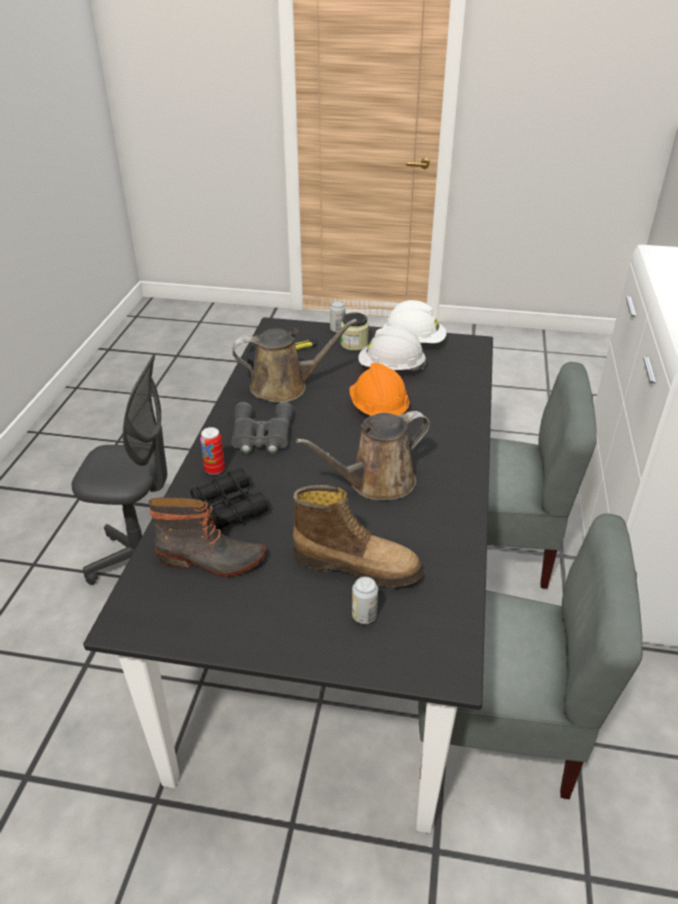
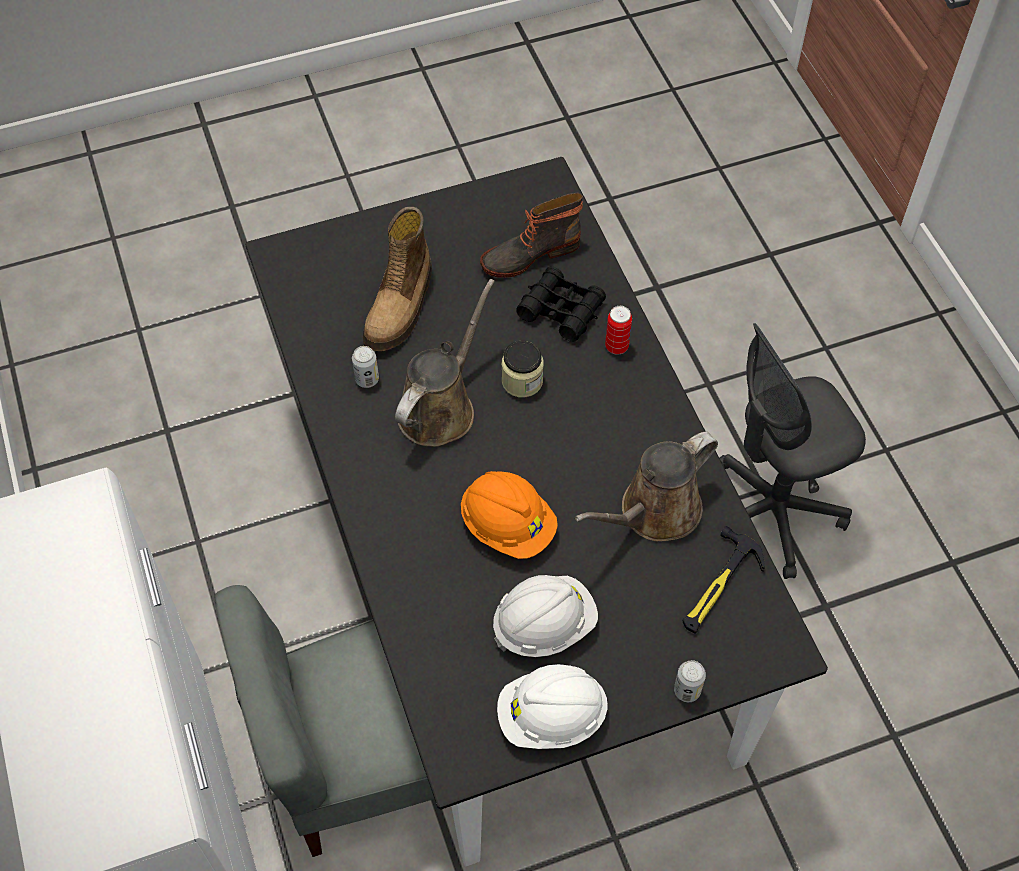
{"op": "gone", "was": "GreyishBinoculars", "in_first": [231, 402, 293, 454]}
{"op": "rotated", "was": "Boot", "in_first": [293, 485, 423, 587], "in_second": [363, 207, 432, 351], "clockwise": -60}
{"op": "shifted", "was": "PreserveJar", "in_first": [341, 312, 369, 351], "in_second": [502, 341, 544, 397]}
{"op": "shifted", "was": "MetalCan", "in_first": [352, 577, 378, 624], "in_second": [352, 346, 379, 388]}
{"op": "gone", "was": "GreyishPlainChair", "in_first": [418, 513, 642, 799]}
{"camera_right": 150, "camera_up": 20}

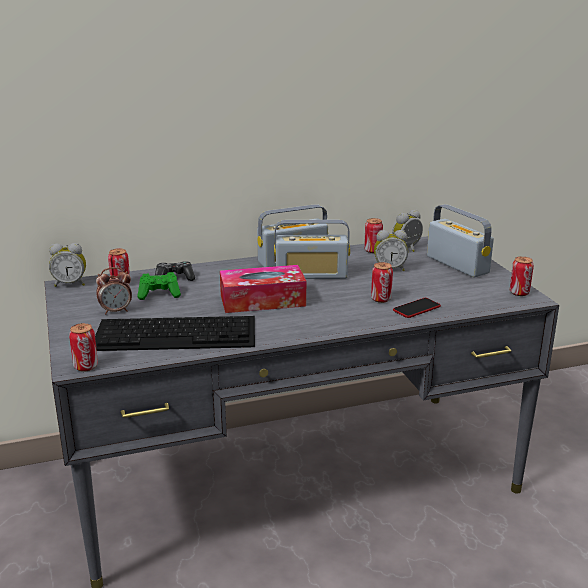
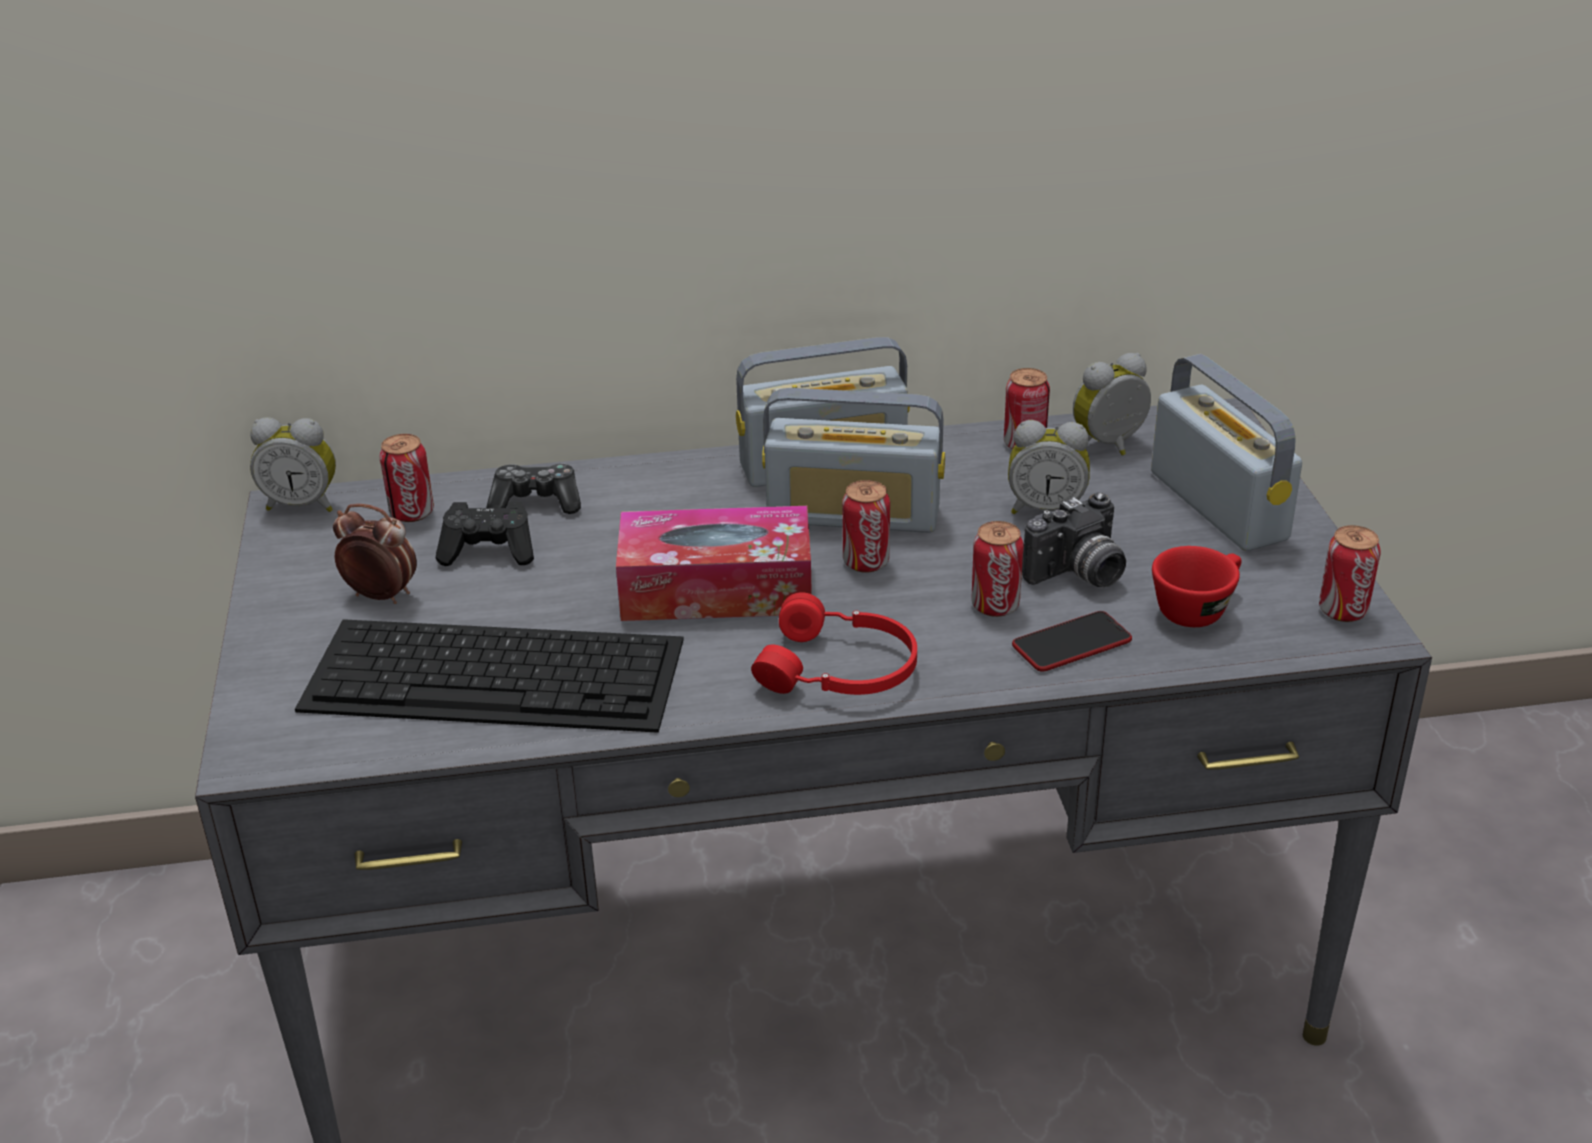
{"op": "shifted", "was": "MetalCan", "in_first": [69, 323, 98, 372], "in_second": [842, 480, 890, 573]}
{"op": "rotated", "was": "TableClock", "in_first": [96, 267, 132, 315], "in_second": [333, 504, 417, 604], "clockwise": -150}
{"op": "repainted", "was": "GreenishGamepad", "now": "BlackColouredGamepad", "in_first": [137, 272, 181, 300], "in_second": [436, 502, 534, 566]}
{"op": "new", "now": "ReddishHeadset", "in_second": [751, 592, 917, 695]}
{"op": "new", "now": "PhotoCamera", "in_second": [1022, 493, 1126, 587]}
{"op": "new", "now": "ReddishCup", "in_second": [1152, 546, 1242, 627]}
{"camera_right": 10, "camera_up": 10}

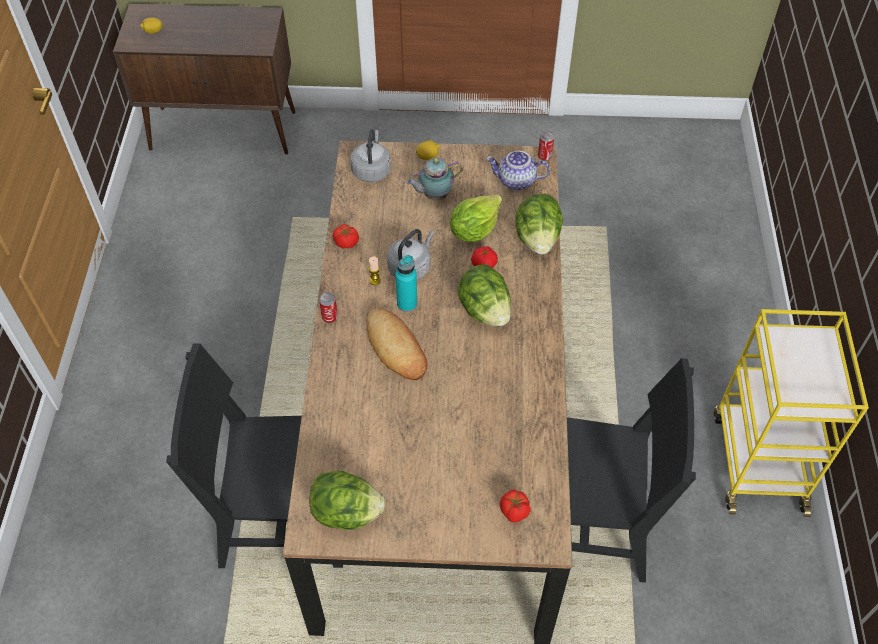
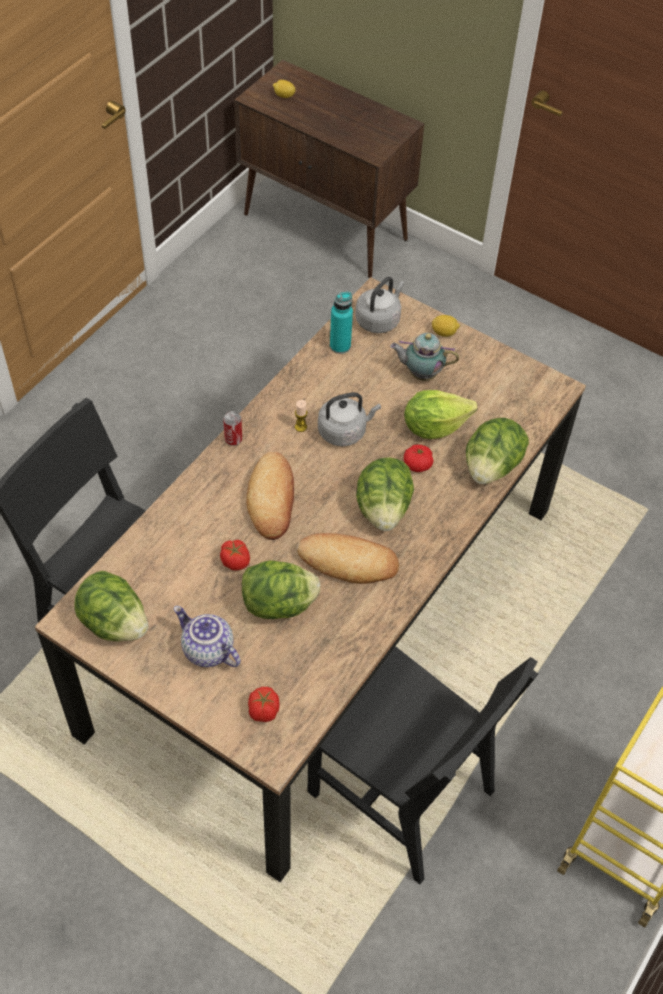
{"op": "shifted", "was": "WholeTomato", "in_first": [333, 224, 359, 249], "in_second": [220, 540, 250, 570]}
{"op": "shifted", "was": "TurquoiseBottle", "in_first": [395, 255, 417, 312], "in_second": [330, 292, 353, 354]}
{"op": "shifted", "was": "Teapot", "in_first": [486, 151, 550, 190], "in_second": [174, 606, 241, 667]}
{"op": "gone", "was": "MetalCan", "in_first": [538, 131, 554, 161]}
{"op": "new", "now": "HeadOfLettuce", "in_second": [242, 560, 320, 619]}
{"op": "new", "now": "BakedBread", "in_second": [297, 533, 399, 584]}
{"camera_right": 30, "camera_up": 0}

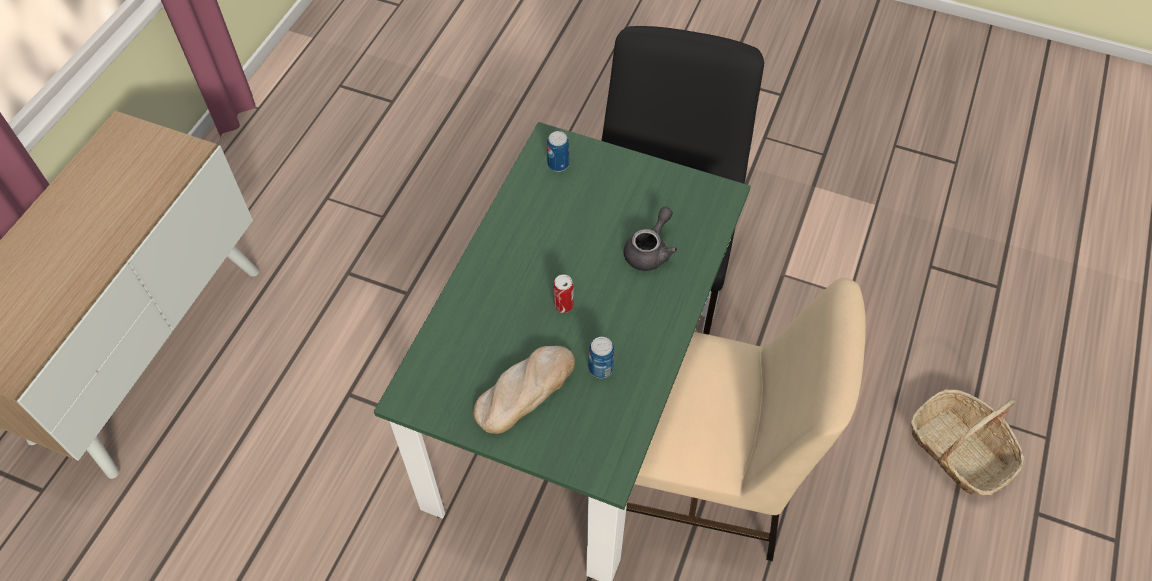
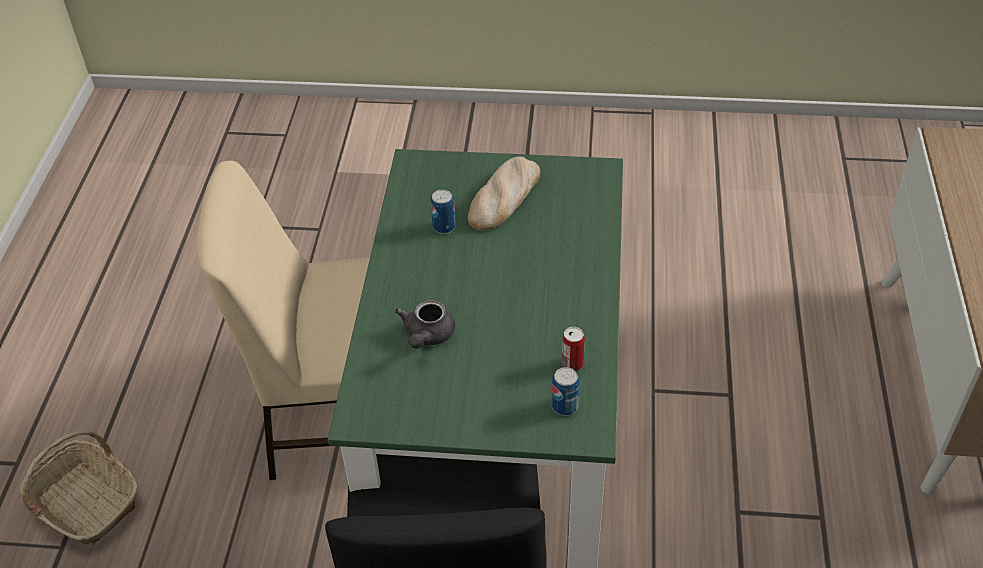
{"op": "shifted", "was": "MetalCan", "in_first": [553, 275, 574, 313], "in_second": [562, 327, 585, 371]}
{"camera_right": 165, "camera_up": -10}

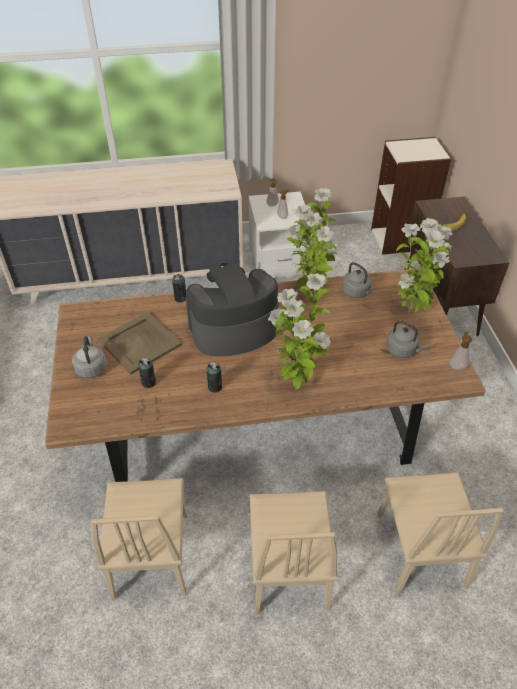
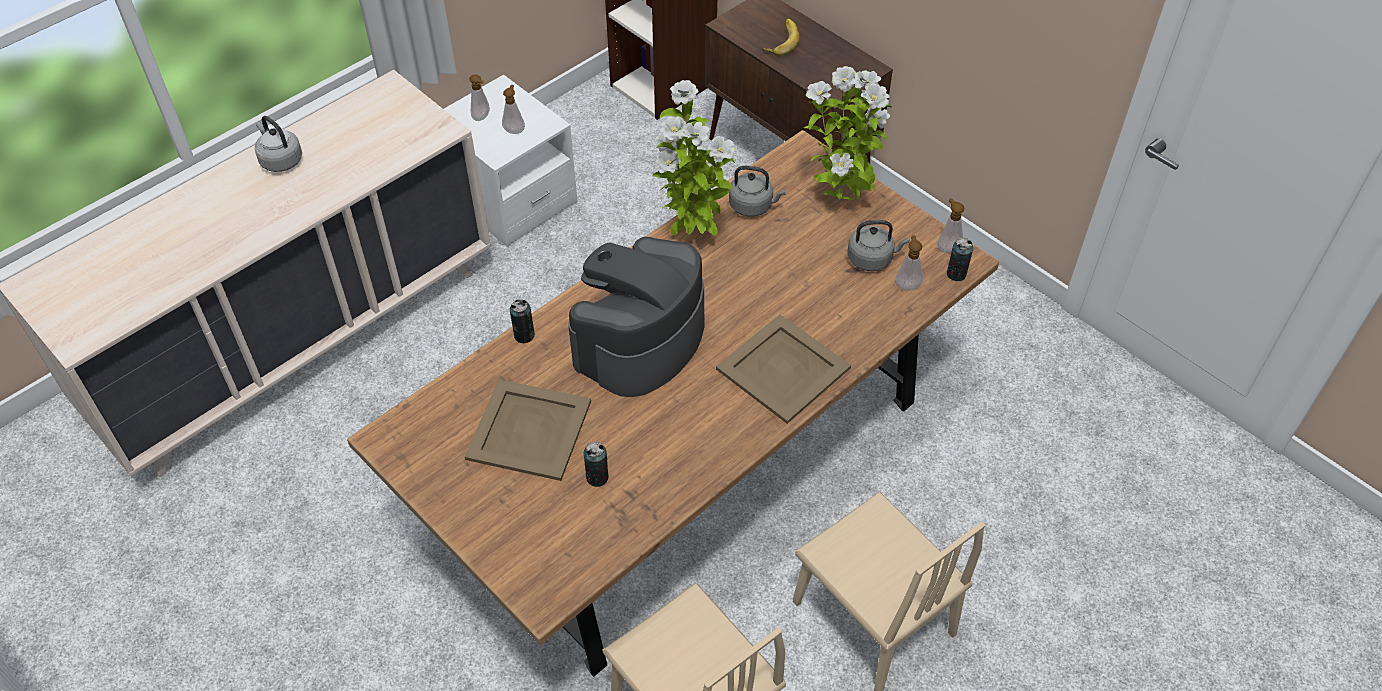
{"op": "shifted", "was": "GreyishWaterKettle", "in_first": [72, 336, 107, 378], "in_second": [255, 116, 302, 172]}
{"op": "shifted", "was": "MetalCan", "in_first": [207, 362, 222, 393], "in_second": [947, 238, 973, 281]}
{"op": "swapped", "was": "PottedPlant", "now": "SandColouredServingTray", "in_first": [268, 273, 331, 389], "in_second": [716, 315, 851, 424]}
{"op": "gone", "was": "SandColouredPlainChair", "in_first": [378, 472, 504, 594]}
{"op": "new", "now": "SoapDispenser", "in_second": [895, 235, 923, 291]}
{"camera_right": -35, "camera_up": 5}

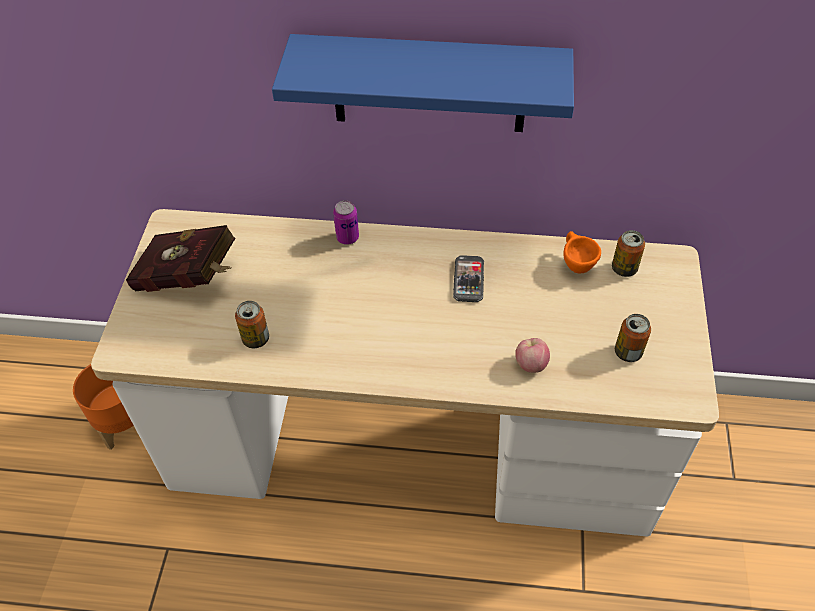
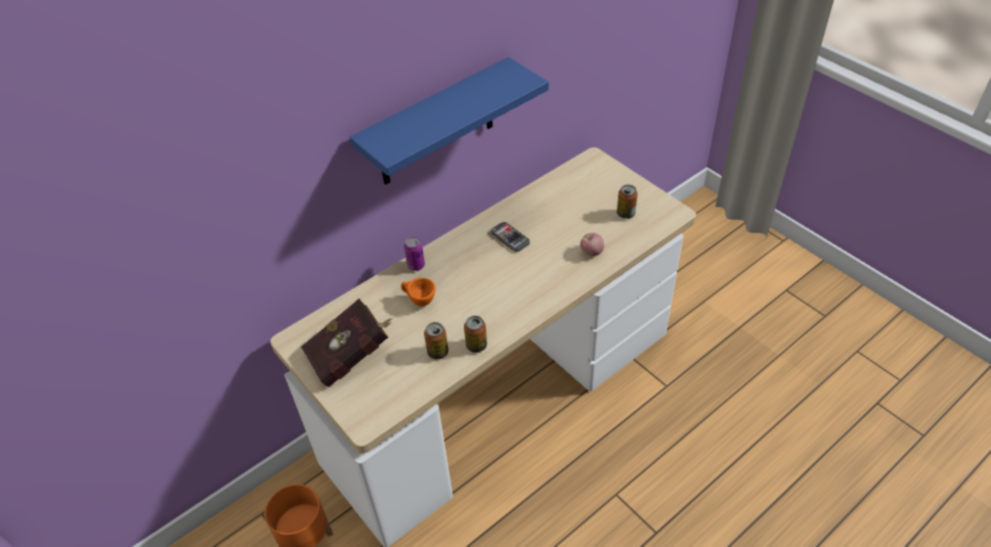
{"op": "shifted", "was": "OrangeCup", "in_first": [563, 231, 601, 273], "in_second": [401, 278, 435, 306]}
{"op": "shifted", "was": "MetalCan", "in_first": [612, 230, 645, 277], "in_second": [464, 316, 487, 353]}
{"camera_right": -45, "camera_up": -5}

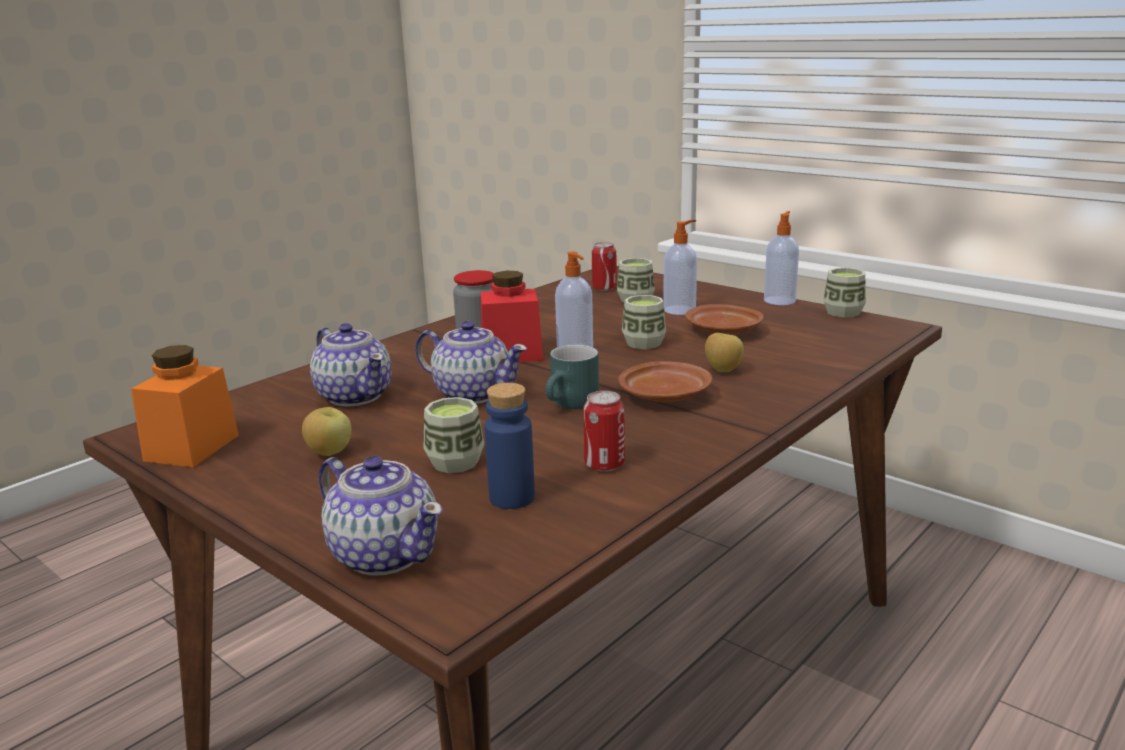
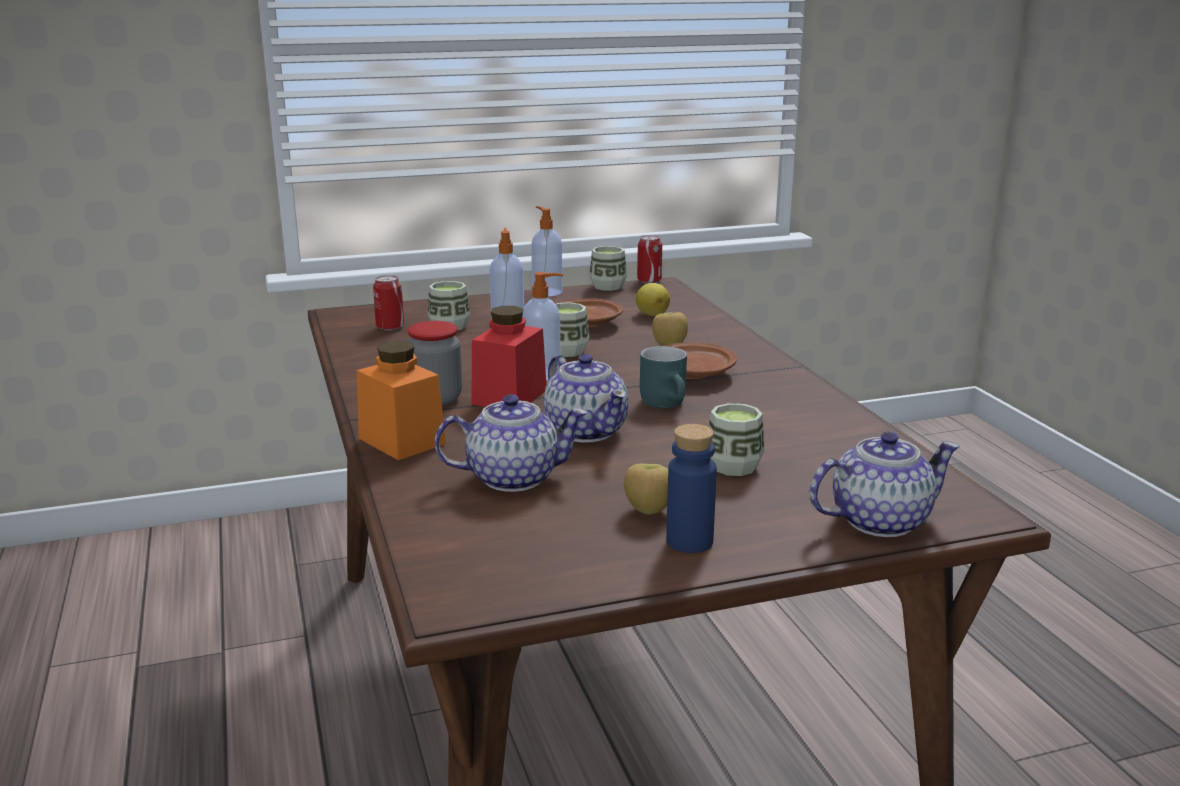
{"op": "shifted", "was": "OrangePreserveJar", "in_first": [131, 345, 239, 467], "in_second": [357, 341, 446, 460]}
{"op": "rotated", "was": "Teapot", "in_first": [415, 321, 527, 404], "in_second": [544, 354, 628, 442], "clockwise": 90}
{"op": "shifted", "was": "BluishBottle", "in_first": [484, 383, 535, 509], "in_second": [666, 424, 717, 553]}
{"op": "shifted", "was": "MetalCan", "in_first": [583, 391, 625, 472], "in_second": [637, 235, 662, 283]}
{"op": "new", "now": "Lemon", "in_second": [636, 283, 670, 316]}
{"camera_right": -60, "camera_up": 0}

